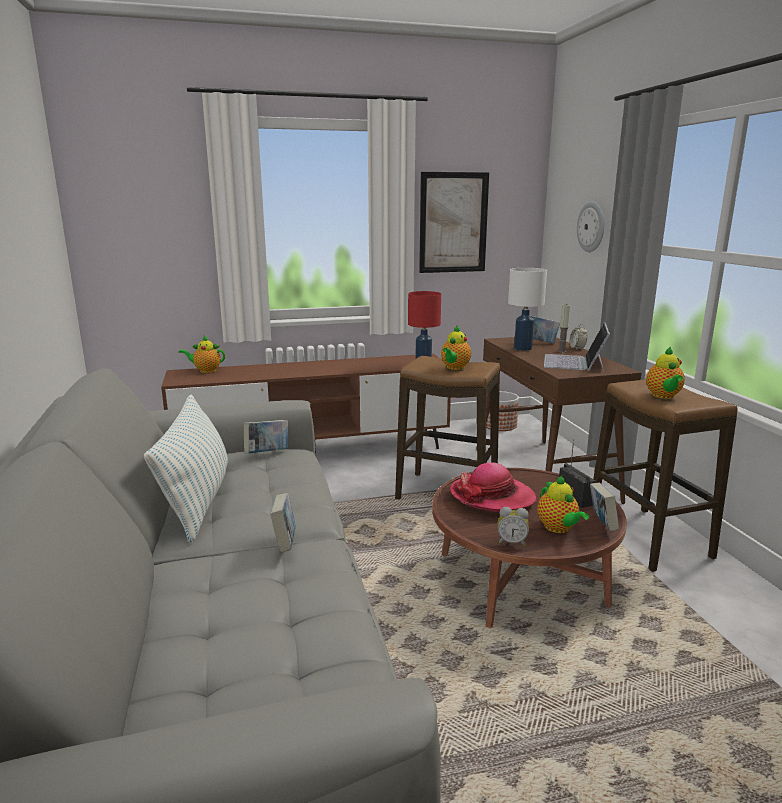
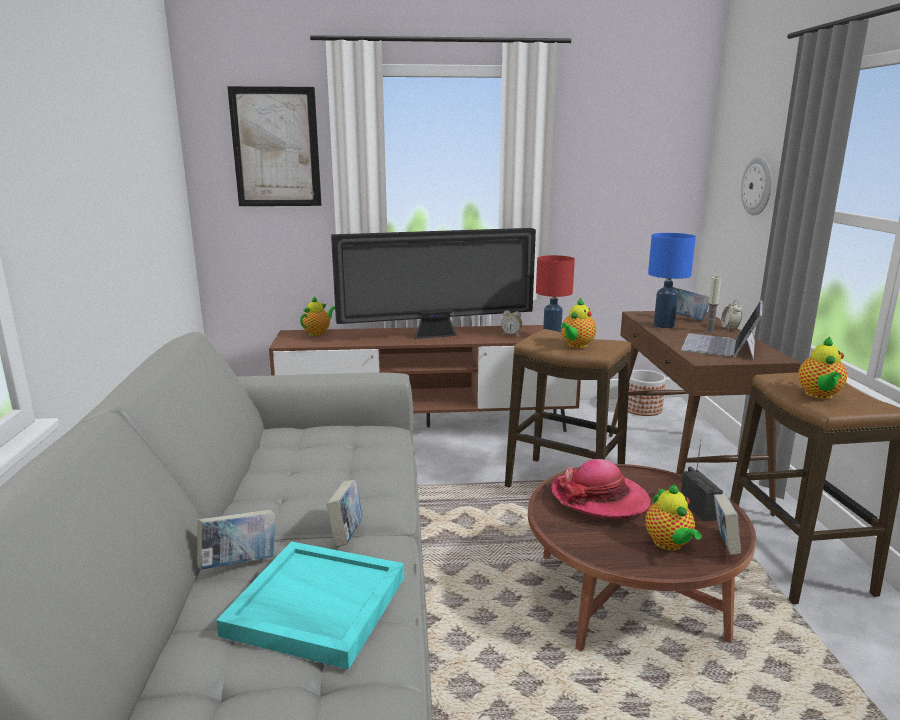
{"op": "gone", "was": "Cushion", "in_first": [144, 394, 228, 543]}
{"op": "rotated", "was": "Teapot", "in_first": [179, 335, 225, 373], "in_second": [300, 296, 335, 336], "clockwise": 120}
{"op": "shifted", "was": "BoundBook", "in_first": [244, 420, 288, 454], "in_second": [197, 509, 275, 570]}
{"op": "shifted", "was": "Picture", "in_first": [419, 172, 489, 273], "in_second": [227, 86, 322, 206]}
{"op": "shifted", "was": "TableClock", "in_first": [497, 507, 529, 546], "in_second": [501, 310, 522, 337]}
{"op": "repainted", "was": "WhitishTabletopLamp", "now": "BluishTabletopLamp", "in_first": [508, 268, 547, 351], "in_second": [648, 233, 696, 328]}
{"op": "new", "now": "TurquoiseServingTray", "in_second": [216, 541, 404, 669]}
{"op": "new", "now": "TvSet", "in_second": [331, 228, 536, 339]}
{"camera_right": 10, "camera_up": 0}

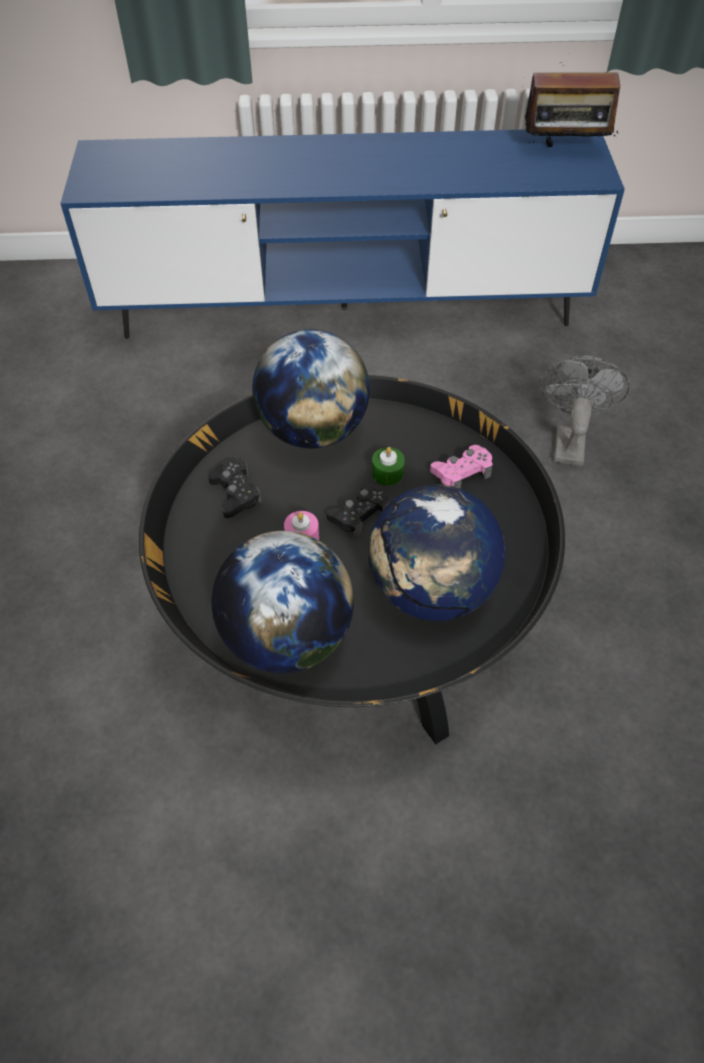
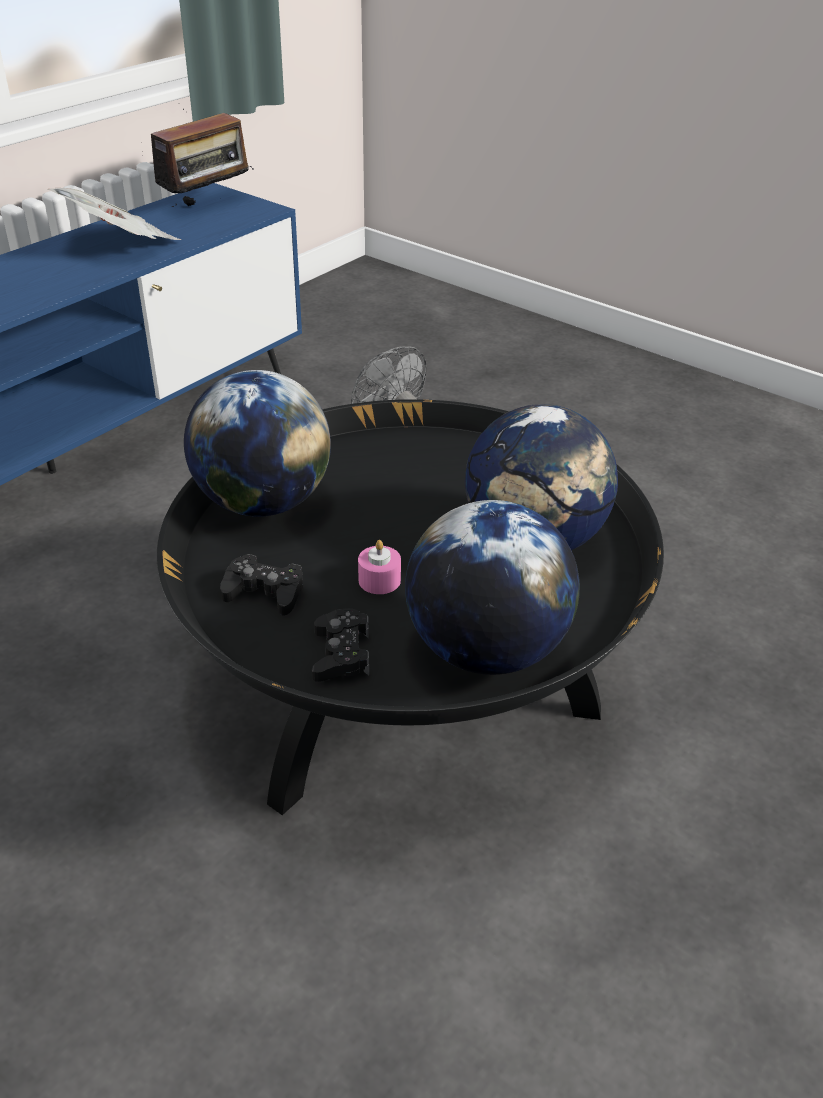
{"op": "shifted", "was": "BlackColouredGamepad", "in_first": [327, 483, 390, 538], "in_second": [312, 608, 369, 682]}
{"op": "gone", "was": "GreenishWaxCandle", "in_first": [372, 447, 405, 486]}
{"op": "gone", "was": "PinkColouredGamepad", "in_first": [430, 445, 493, 489]}
{"op": "new", "now": "DailyPaper", "in_second": [48, 188, 181, 240]}
{"camera_right": -50, "camera_up": -15}

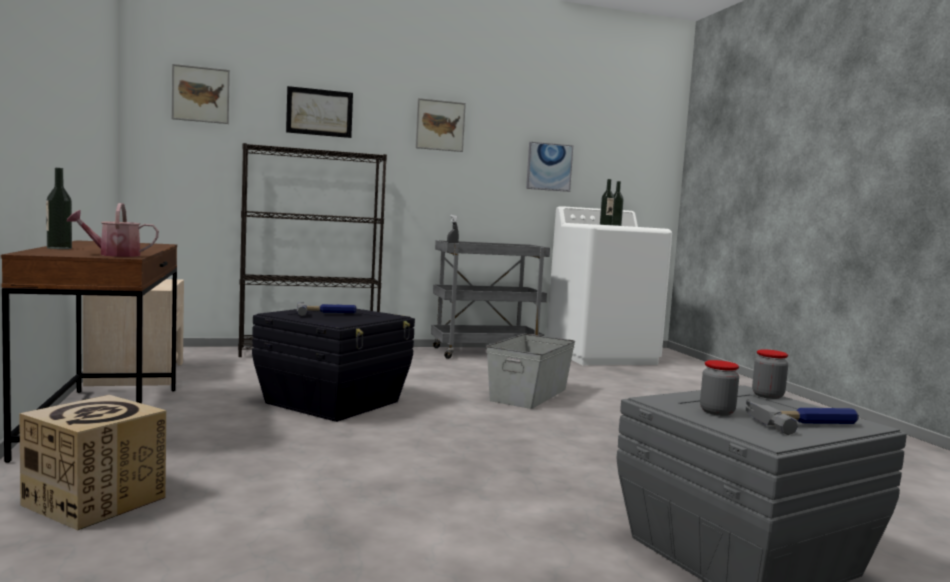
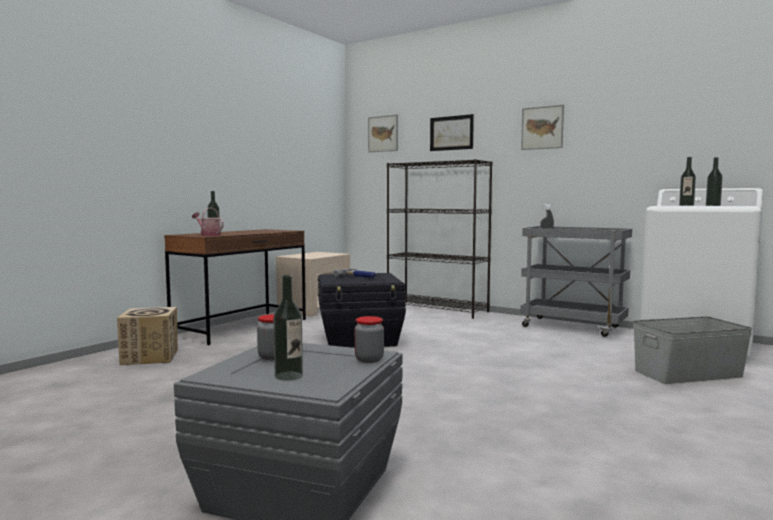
{"op": "shifted", "was": "GreyishStorageBin", "in_first": [486, 334, 575, 409], "in_second": [633, 316, 752, 384]}
{"op": "gone", "was": "Picture", "in_first": [526, 142, 573, 192]}
{"op": "swapped", "was": "ToolHammer", "now": "Bottle", "in_first": [746, 399, 859, 435], "in_second": [273, 275, 303, 381]}
{"camera_right": 50, "camera_up": 0}

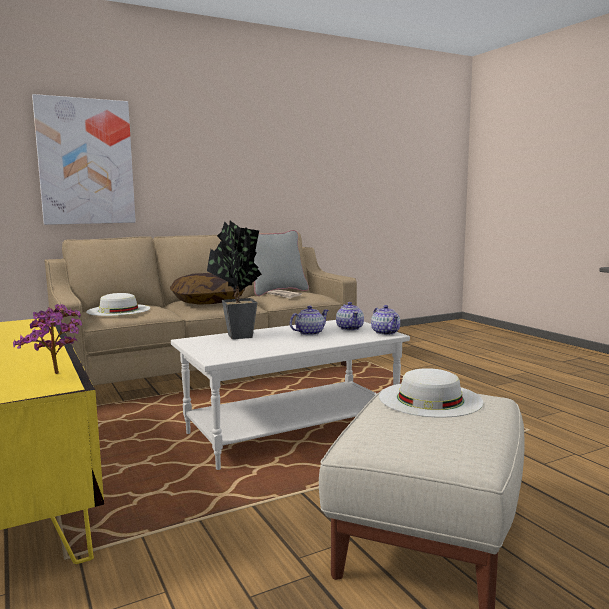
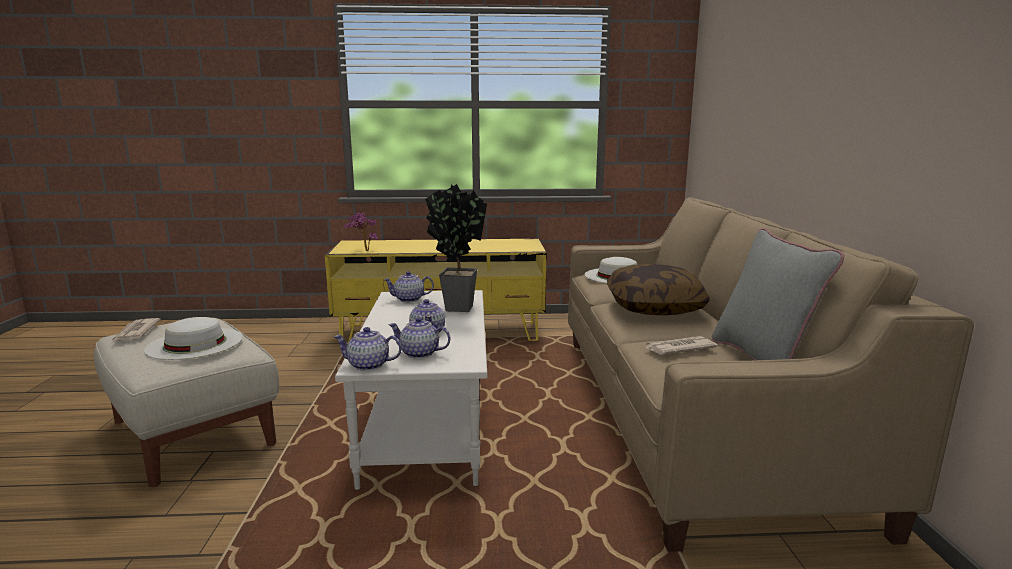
{"op": "gone", "was": "Picture", "in_first": [32, 94, 136, 225]}
{"op": "new", "now": "DailyPaper", "in_second": [112, 318, 161, 343]}
{"op": "new", "now": "Teapot", "in_second": [383, 271, 434, 302]}
{"camera_right": 115, "camera_up": 5}

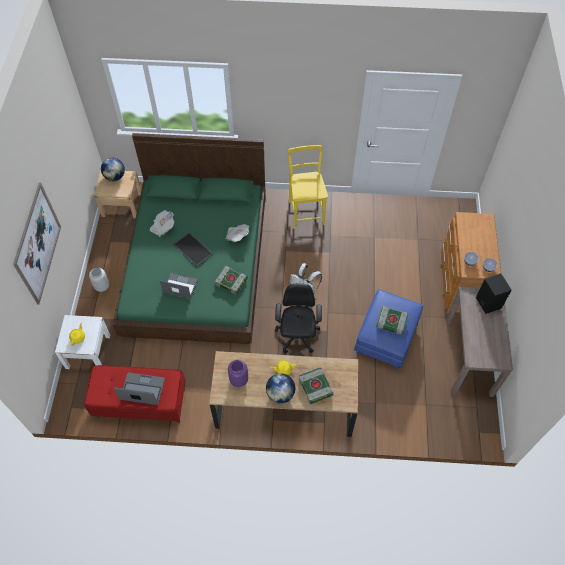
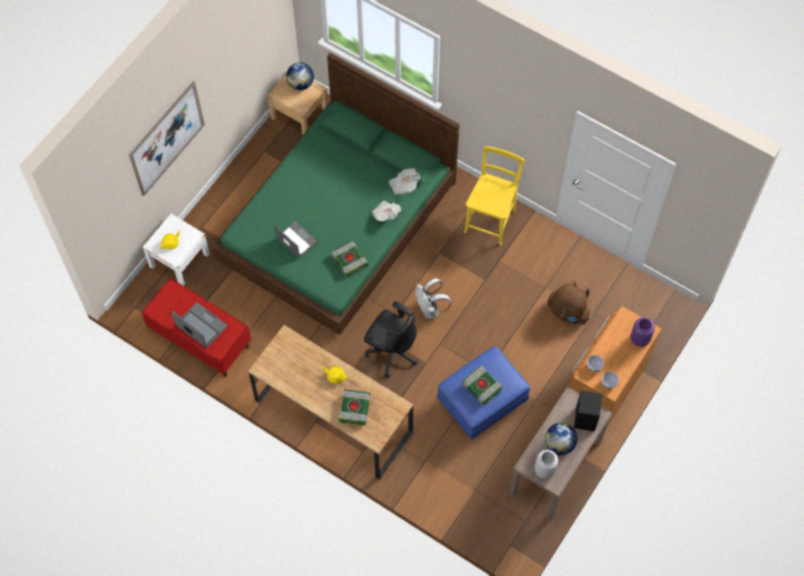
{"op": "shifted", "was": "GreyishFlowerVase", "in_first": [89, 268, 109, 292], "in_second": [535, 450, 558, 479]}
{"op": "shifted", "was": "DailyPaper", "in_first": [150, 210, 174, 237], "in_second": [389, 168, 420, 195]}
{"op": "gone", "was": "ServingTray", "in_first": [173, 232, 213, 267]}
{"op": "shifted", "was": "PurpleFlowerVase", "in_first": [228, 360, 248, 387], "in_second": [631, 317, 655, 347]}
{"op": "shifted", "was": "WorldGlobe", "in_first": [266, 373, 295, 403], "in_second": [545, 423, 578, 455]}
{"op": "rotated", "was": "BlackColouredOfficeChair", "in_first": [275, 283, 322, 354], "in_second": [364, 301, 418, 378], "clockwise": 90}
{"op": "new", "now": "BrownColouredKnapsack", "in_second": [547, 280, 590, 325]}
{"camera_right": 30, "camera_up": 5}

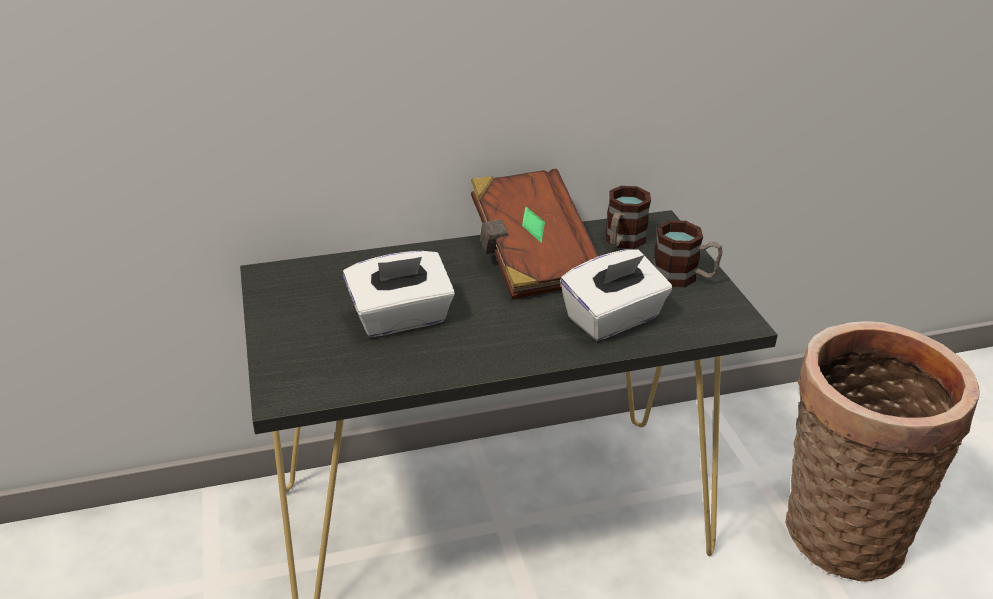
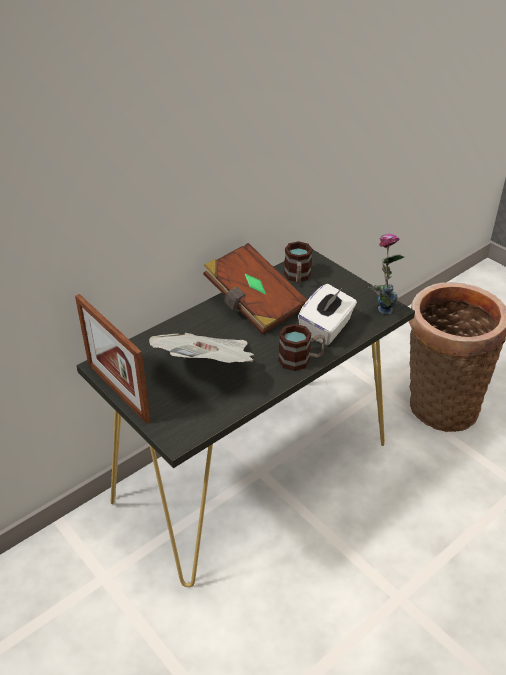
{"op": "swapped", "was": "WhitishTissueBox", "now": "DailyPaper", "in_first": [343, 251, 455, 337], "in_second": [149, 333, 254, 363]}
{"op": "shifted", "was": "TeaMug", "in_first": [653, 220, 723, 287], "in_second": [278, 324, 326, 371]}
{"op": "new", "now": "StandingFrame", "in_second": [75, 294, 151, 424]}
{"op": "new", "now": "FlowerVase", "in_second": [368, 234, 404, 314]}
{"camera_right": -25, "camera_up": 5}

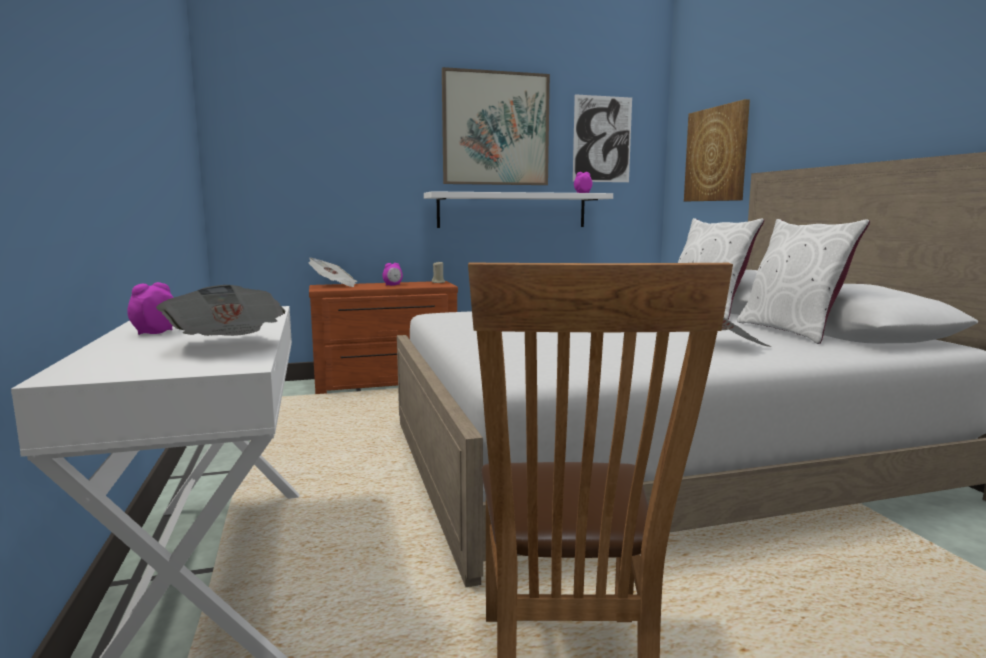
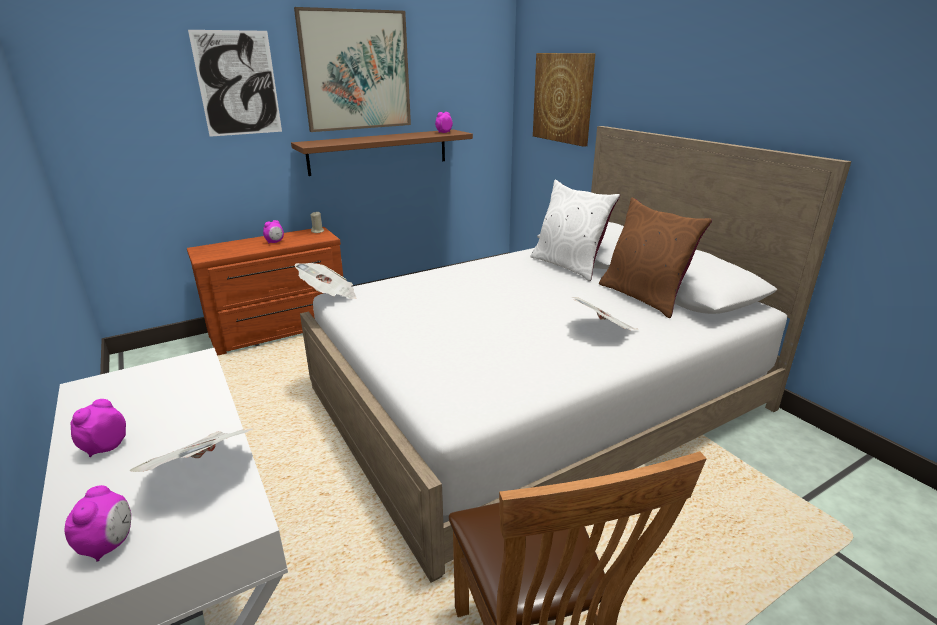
{"op": "shifted", "was": "DailyPaper", "in_first": [309, 258, 357, 287], "in_second": [294, 263, 356, 299]}
{"op": "repainted", "was": "WhitishShelf", "now": "BrownColouredShelf", "in_first": [424, 191, 613, 228], "in_second": [291, 129, 473, 176]}
{"op": "shifted", "was": "Picture", "in_first": [573, 94, 632, 182], "in_second": [188, 30, 282, 137]}
{"op": "repainted", "was": "WhitishCushion", "now": "BrownColouredCushion", "in_first": [737, 219, 870, 344], "in_second": [599, 197, 712, 318]}
{"op": "new", "now": "TableClock", "in_second": [64, 485, 131, 562]}
{"camera_right": -15, "camera_up": 15}

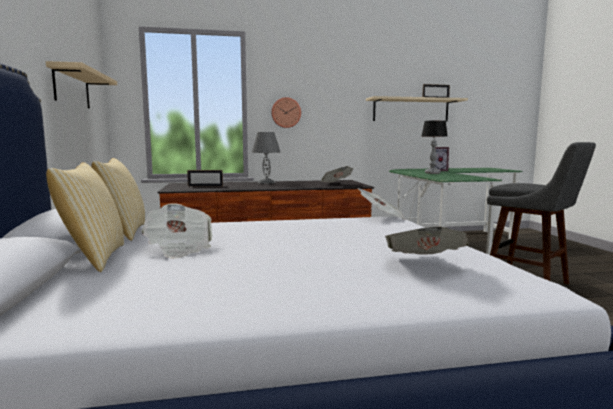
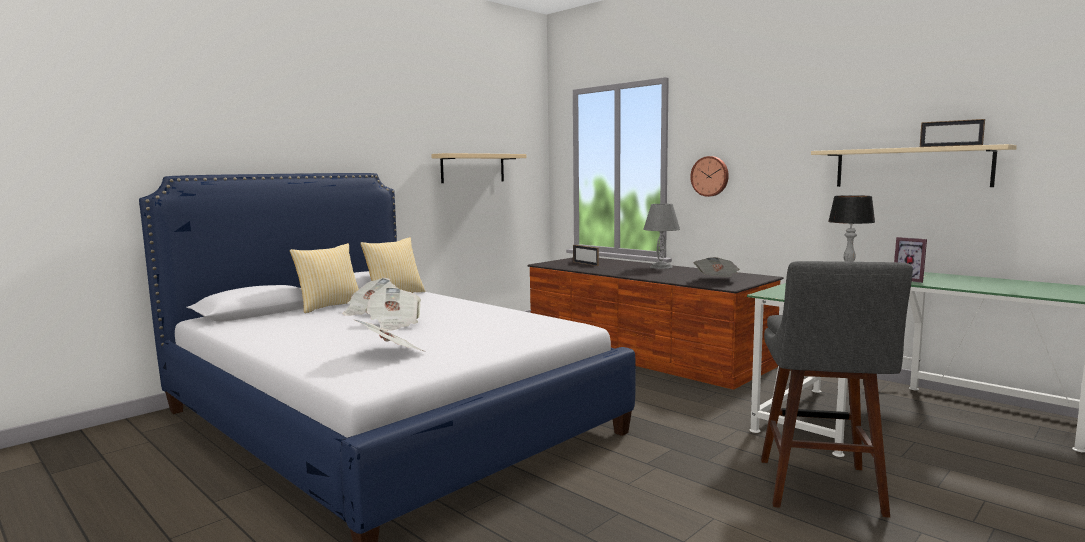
{"op": "shifted", "was": "DailyPaper", "in_first": [357, 188, 406, 220], "in_second": [365, 287, 421, 331]}
{"camera_right": 55, "camera_up": 0}

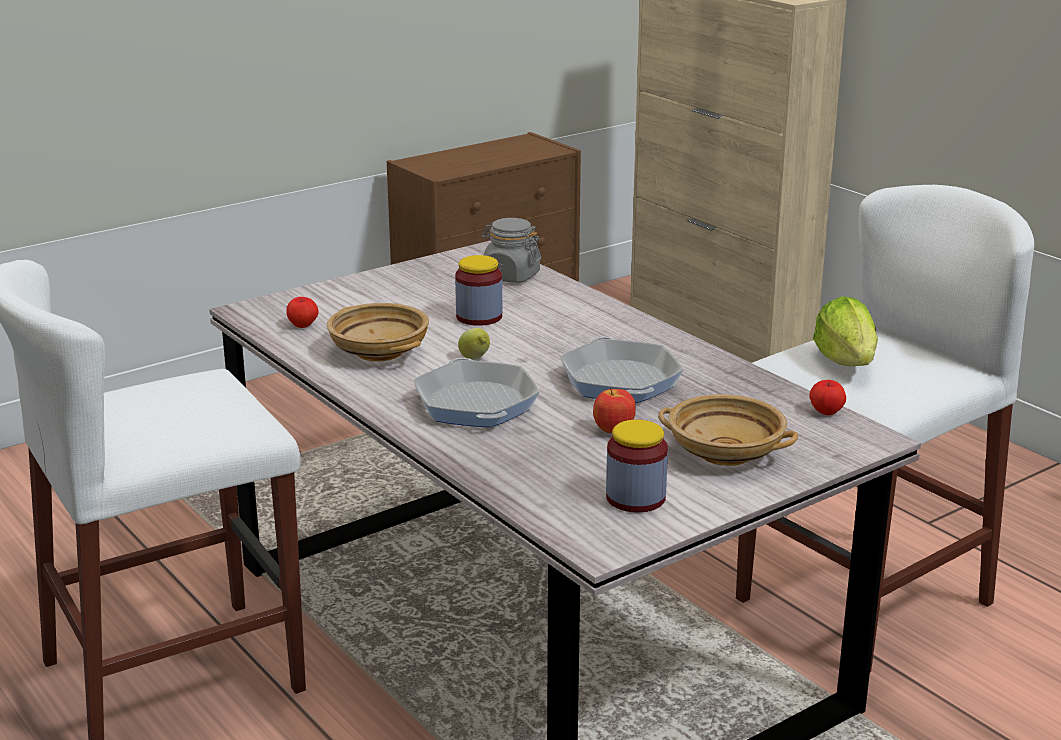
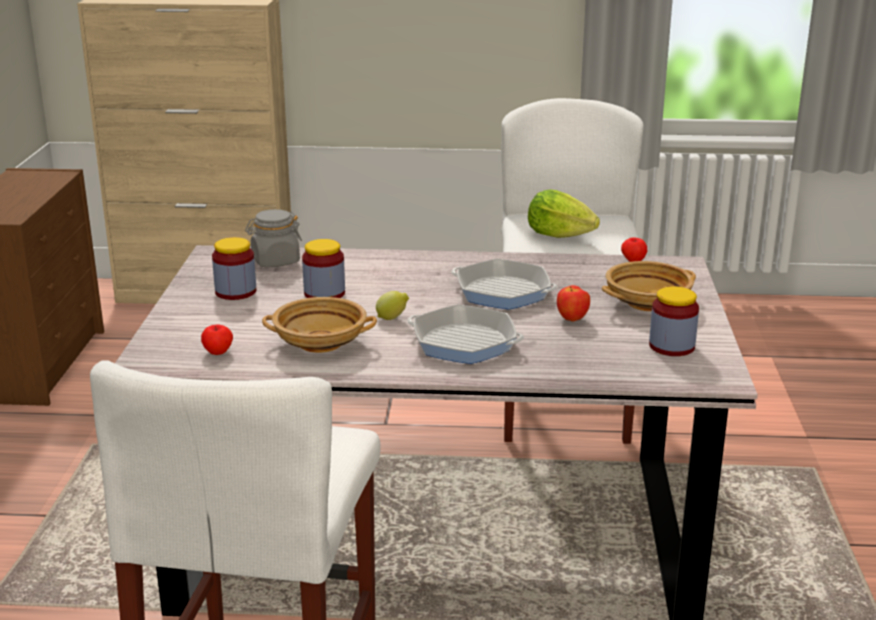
{"op": "new", "now": "PreserveJar", "in_second": [212, 237, 256, 300]}
{"camera_right": -50, "camera_up": 0}

